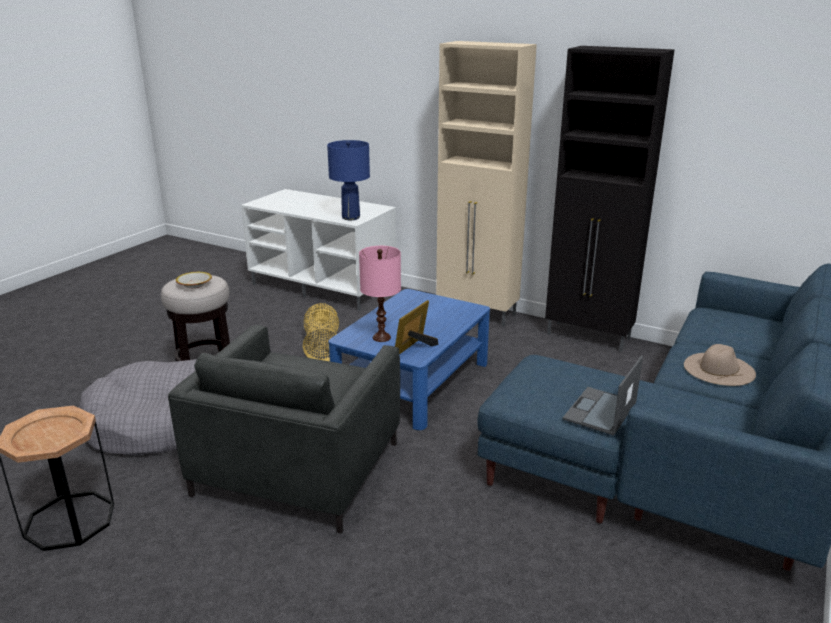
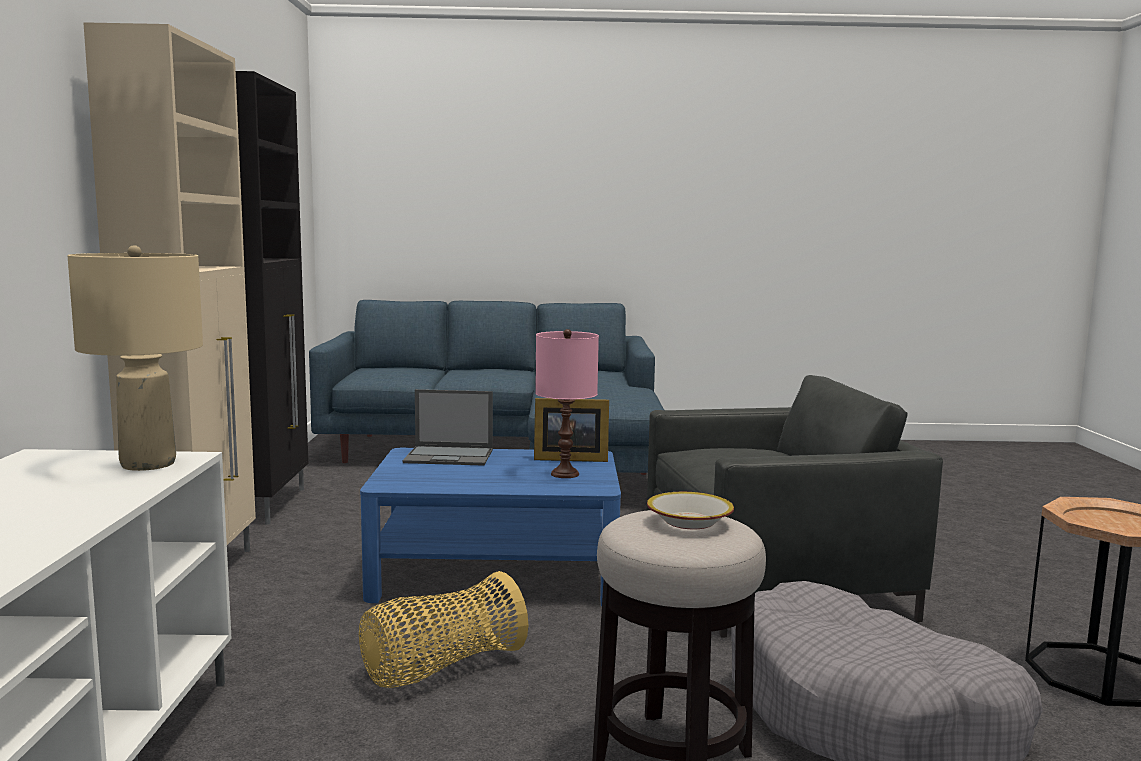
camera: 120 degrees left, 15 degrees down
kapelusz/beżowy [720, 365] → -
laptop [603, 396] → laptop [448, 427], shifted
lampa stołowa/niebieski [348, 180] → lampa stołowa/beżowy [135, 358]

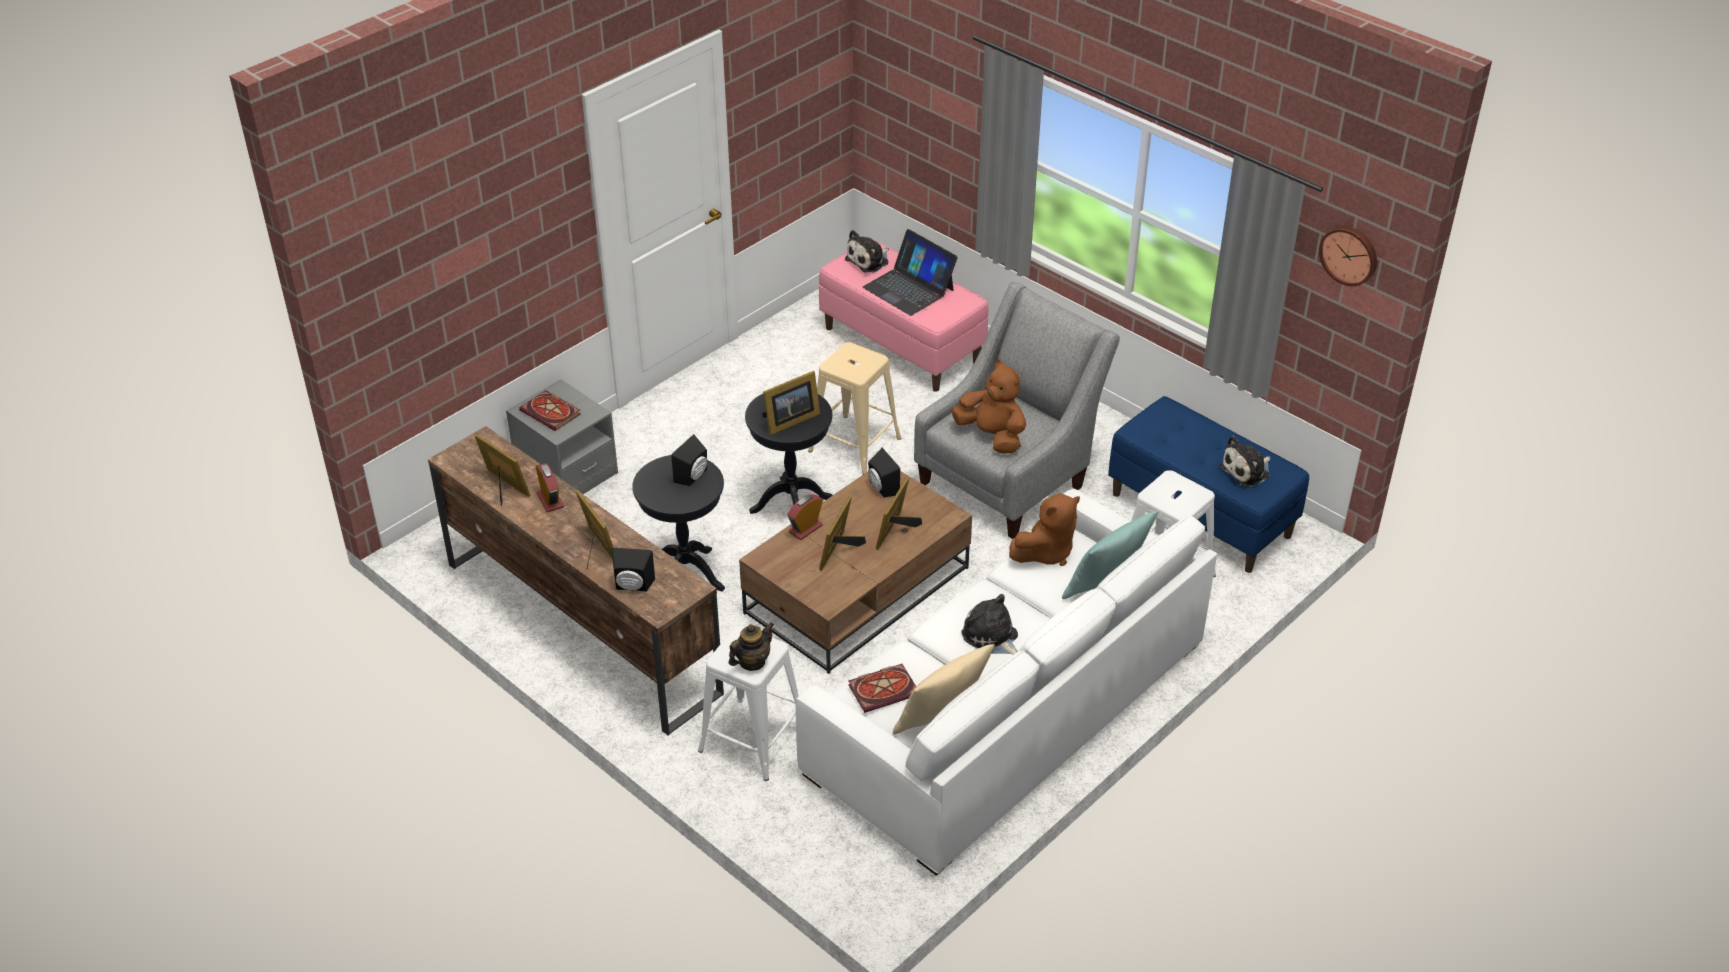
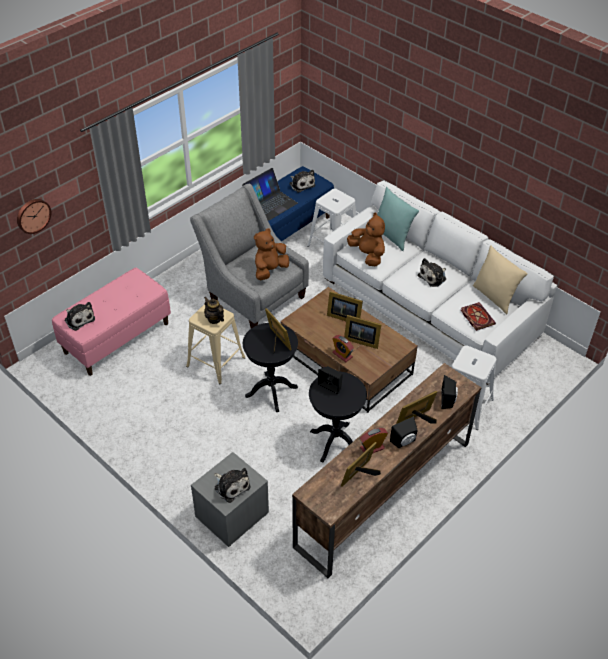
camera: 90 degrees left, 5 degrees up
imbryk [751, 647] → imbryk [214, 310], shifted
laptop [910, 272] → laptop [270, 194], shifted
głośnik/czarny [884, 473] → głośnik/czarny [404, 432], shifted
zegar ścienny [1348, 256] → zegar ścienny [34, 216], shifted
książka [550, 410] → pluszak [232, 485]

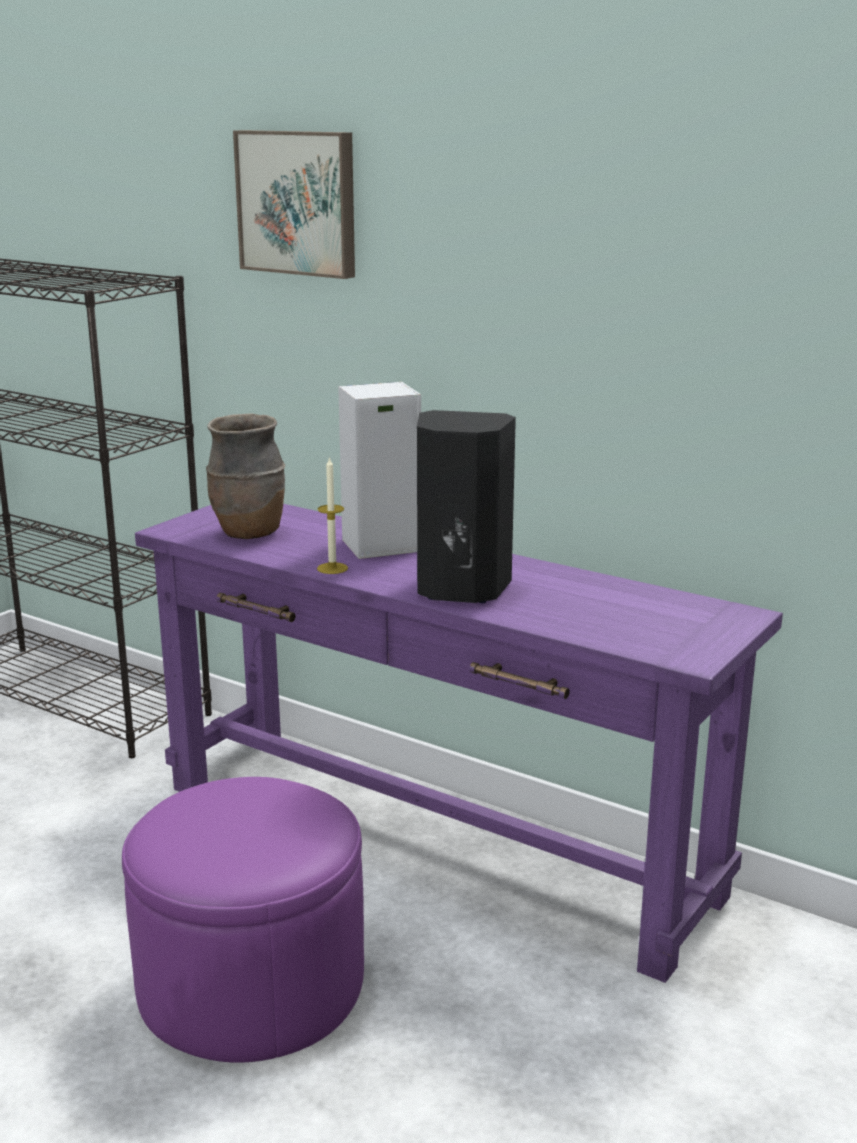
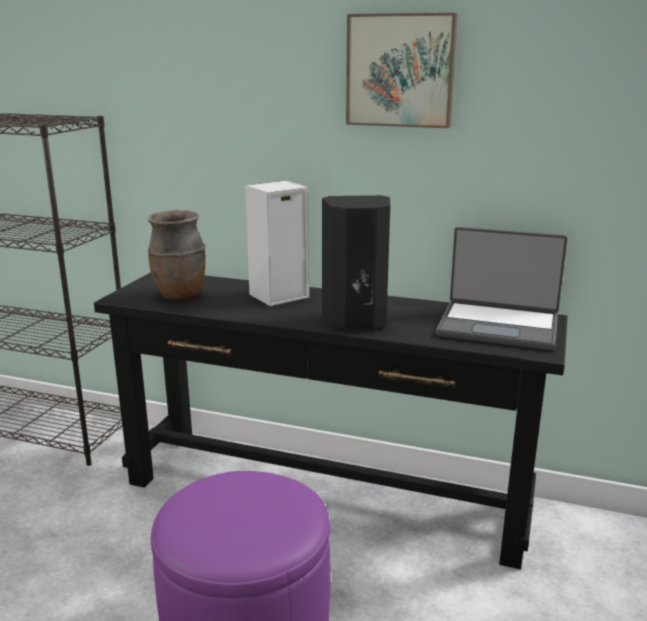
camera: 15 degrees left, 0 degrees up
świeca [332, 515] → -
- → laptop [502, 288]
obraz [294, 204] → obraz [402, 70], shifted
stolik konsolowy/fioletowy [459, 743] → stolik konsolowy/czarny [331, 420]

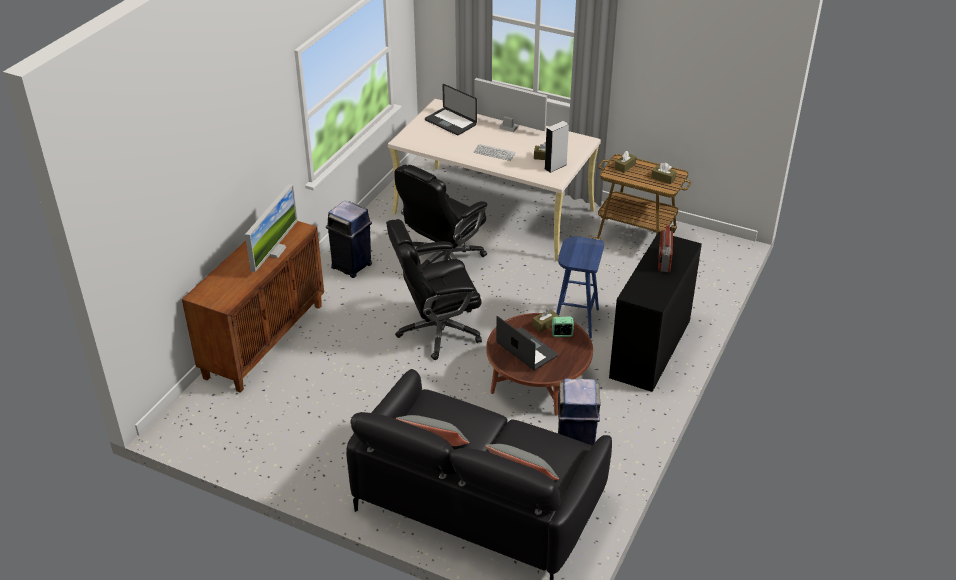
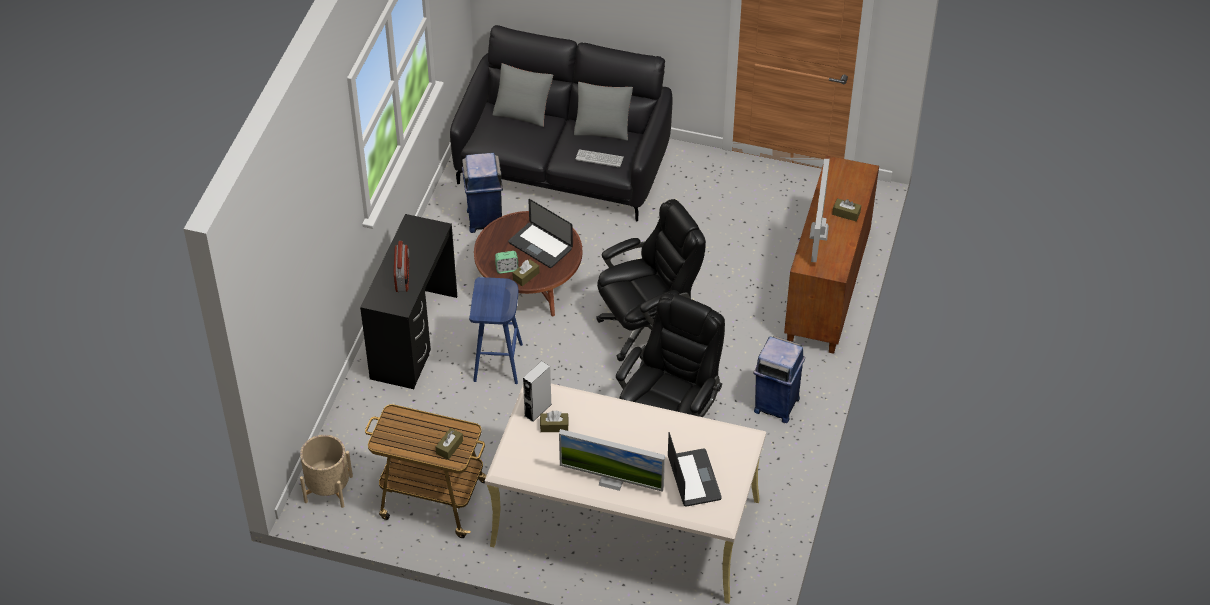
camera: 170 degrees right, 10 degrees up
- → donica/beżowy [326, 471]
klawiatura [495, 152] → klawiatura [599, 158], shifted
pudełko chusteczek/brązowy [663, 173] → pudełko chusteczek/brązowy [846, 209], shifted
laptop [451, 109] → laptop [695, 469], 45 degrees clockwise

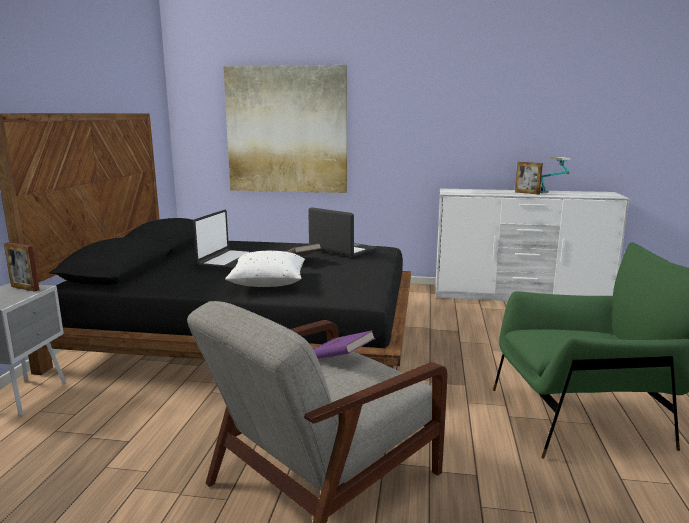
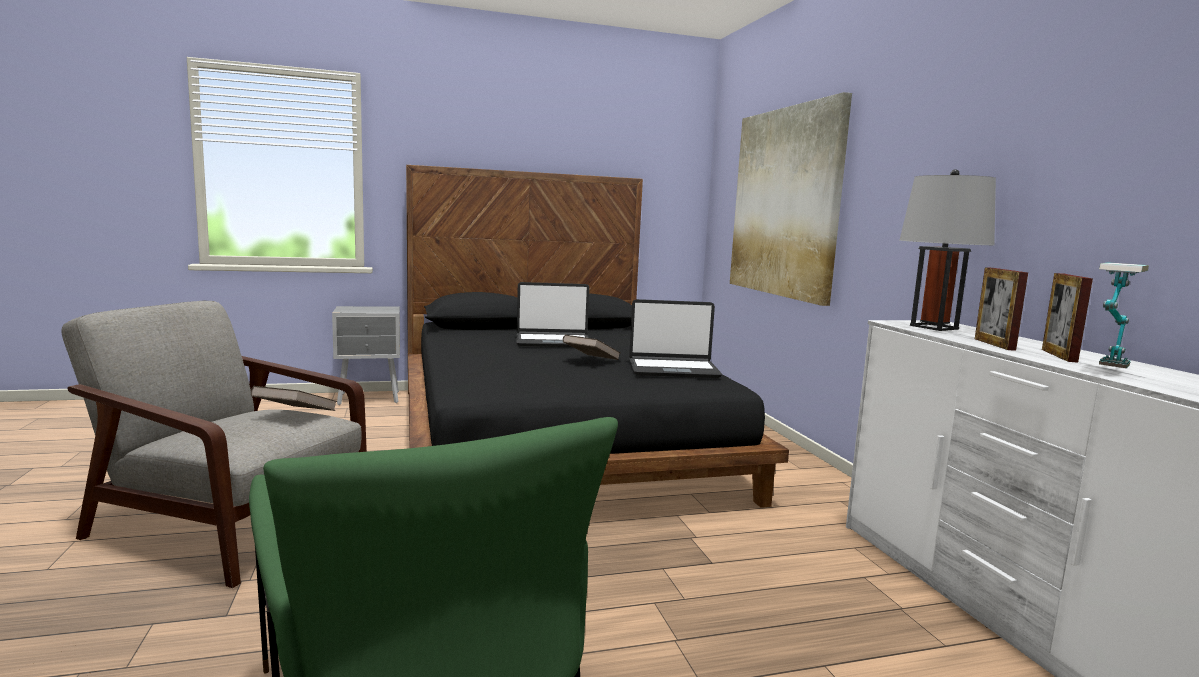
camera: 65 degrees right, 5 degrees down
poduszka/biały [265, 269] → -
- → lampa stołowa/szary [948, 250]
ramka na zdjęcie [21, 267] → ramka na zdjęcie [1001, 309], shifted
książka/fioletowy [344, 344] → książka/brązowy [294, 398]
laptop [342, 232] → laptop [675, 338], 75 degrees clockwise

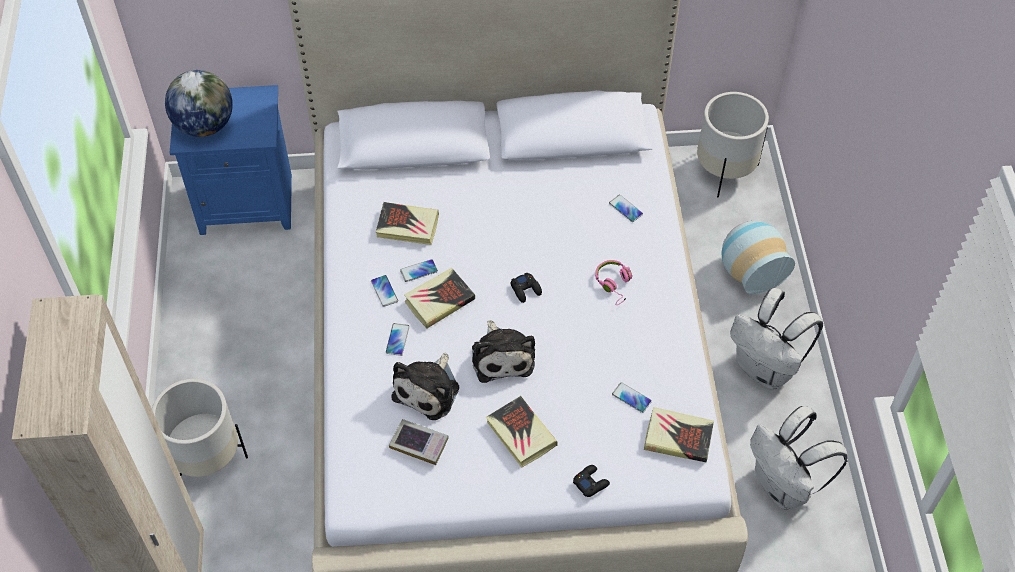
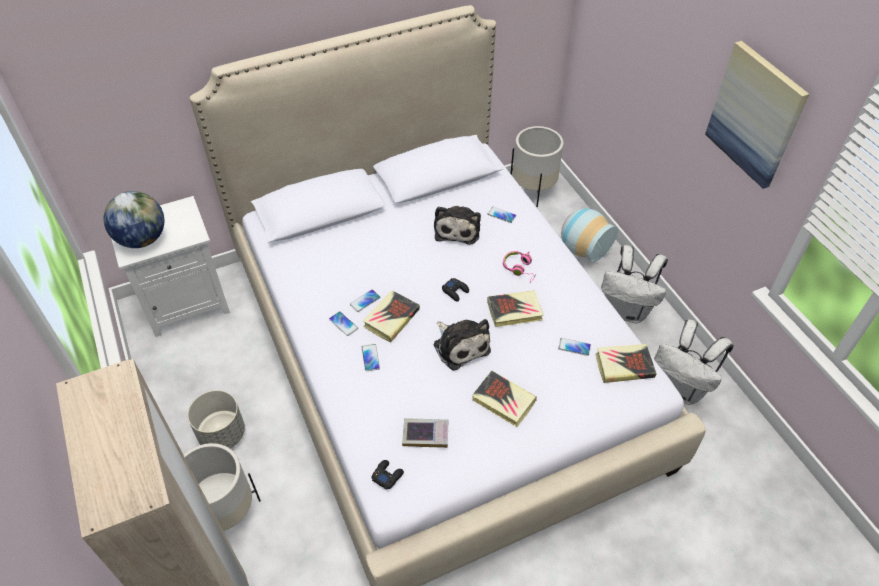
camera: 20 degrees left, 5 degrees down
- → donica/szary [216, 419]
- → obraz [757, 115]
książka [407, 223] → książka [515, 308], shifted
pluszak [425, 386] → pluszak [457, 225], shifted
pad do gier/czarny [591, 481] → pad do gier/czarny [388, 475], shifted
szafka nocna/niebieski [231, 160] → szafka nocna/biały [170, 266]

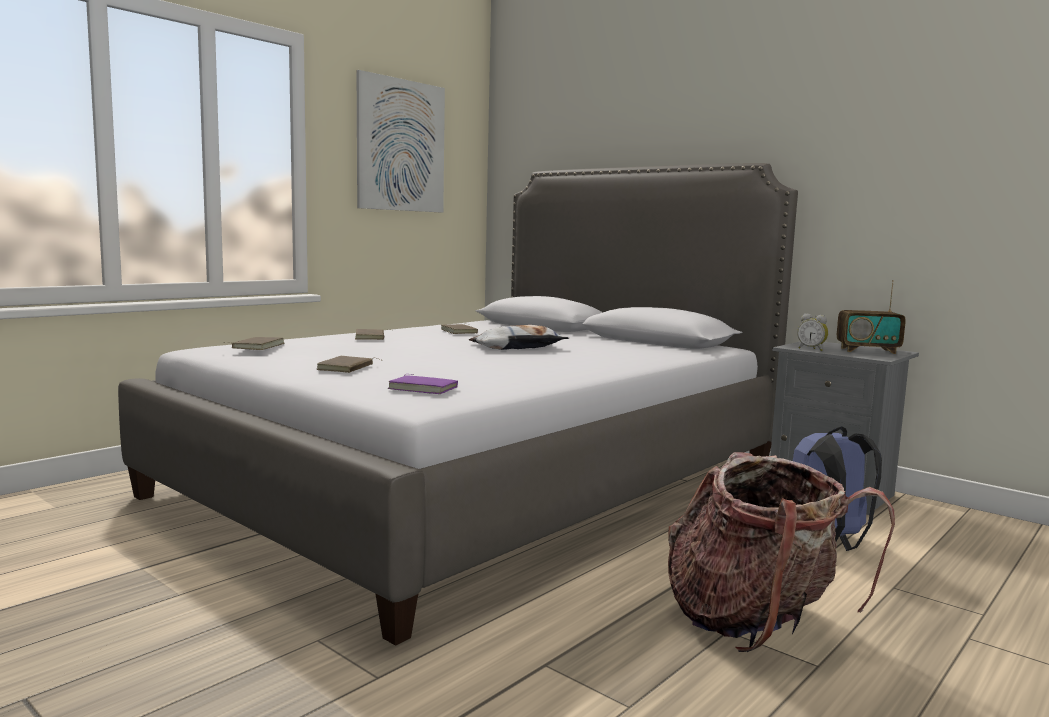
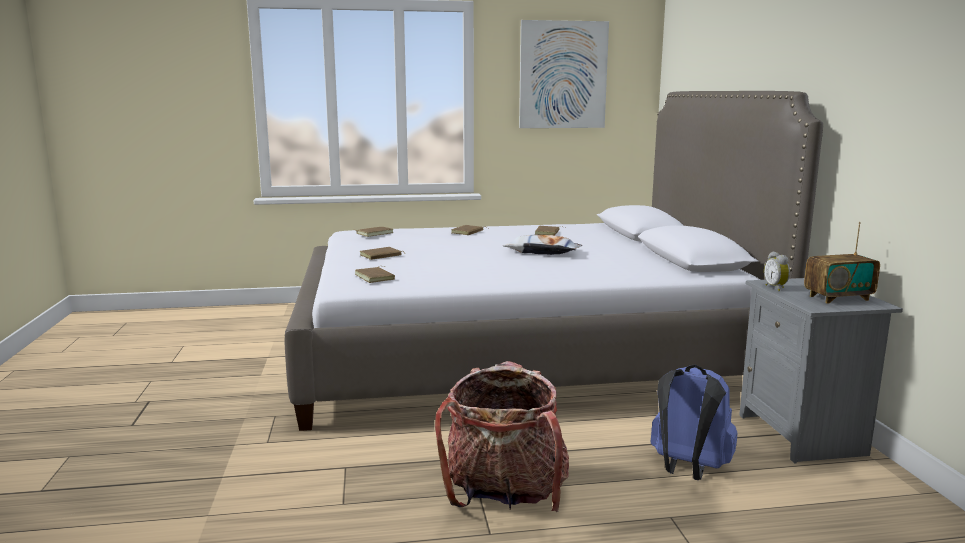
camera: 40 degrees right, 5 degrees up
książka/fioletowy [423, 384] → książka/brązowy [375, 274]
radio [871, 317] → radio [842, 263], 60 degrees counterclockwise

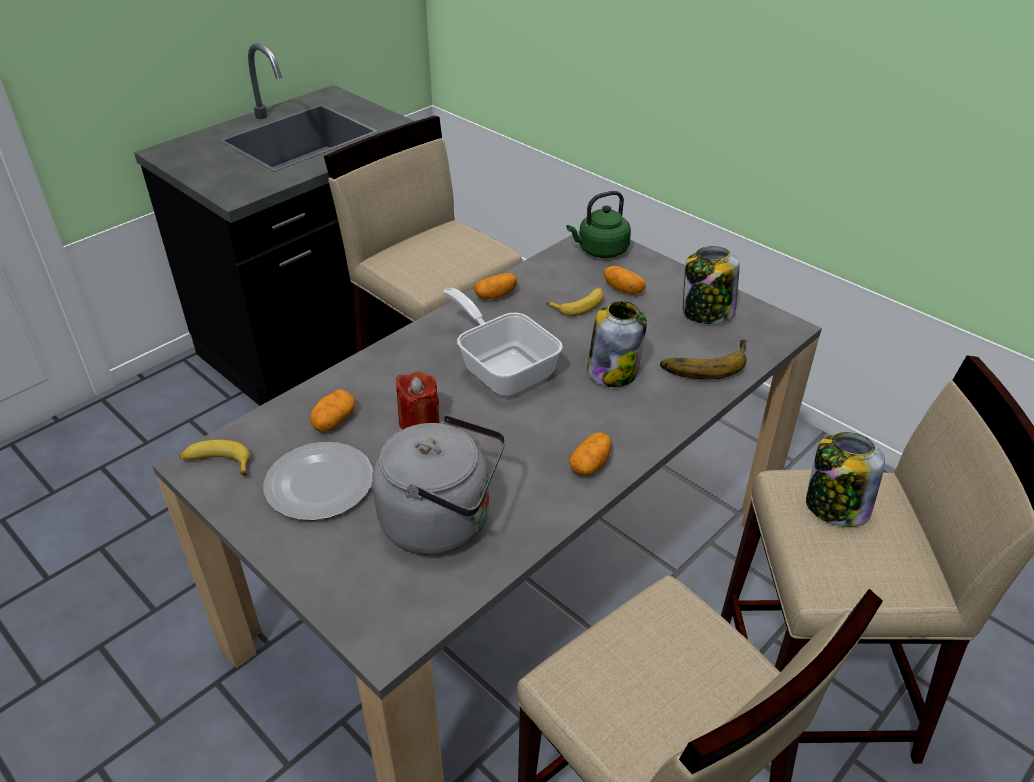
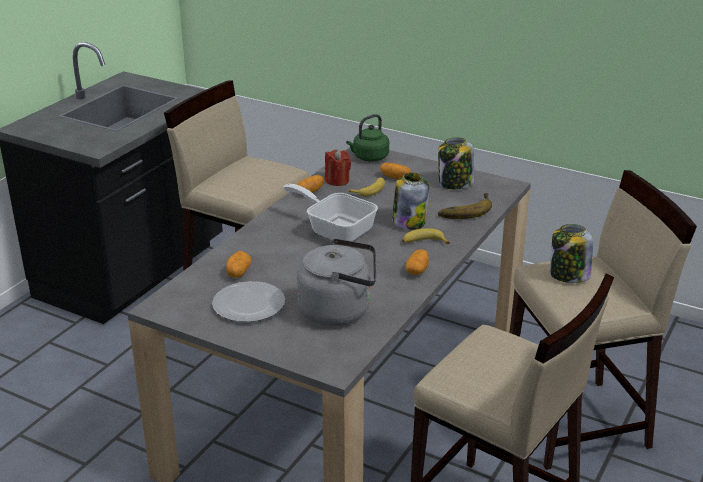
camera: 15 degrees left, 10 degrees down
banan [214, 458] → banan [426, 236], shifted
świeca/czerwony [418, 400] → świeca/czerwony [338, 167], shifted

